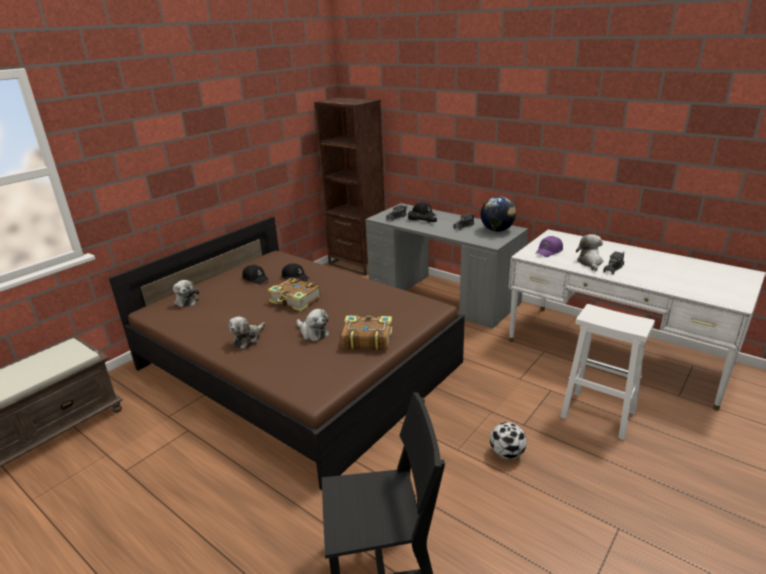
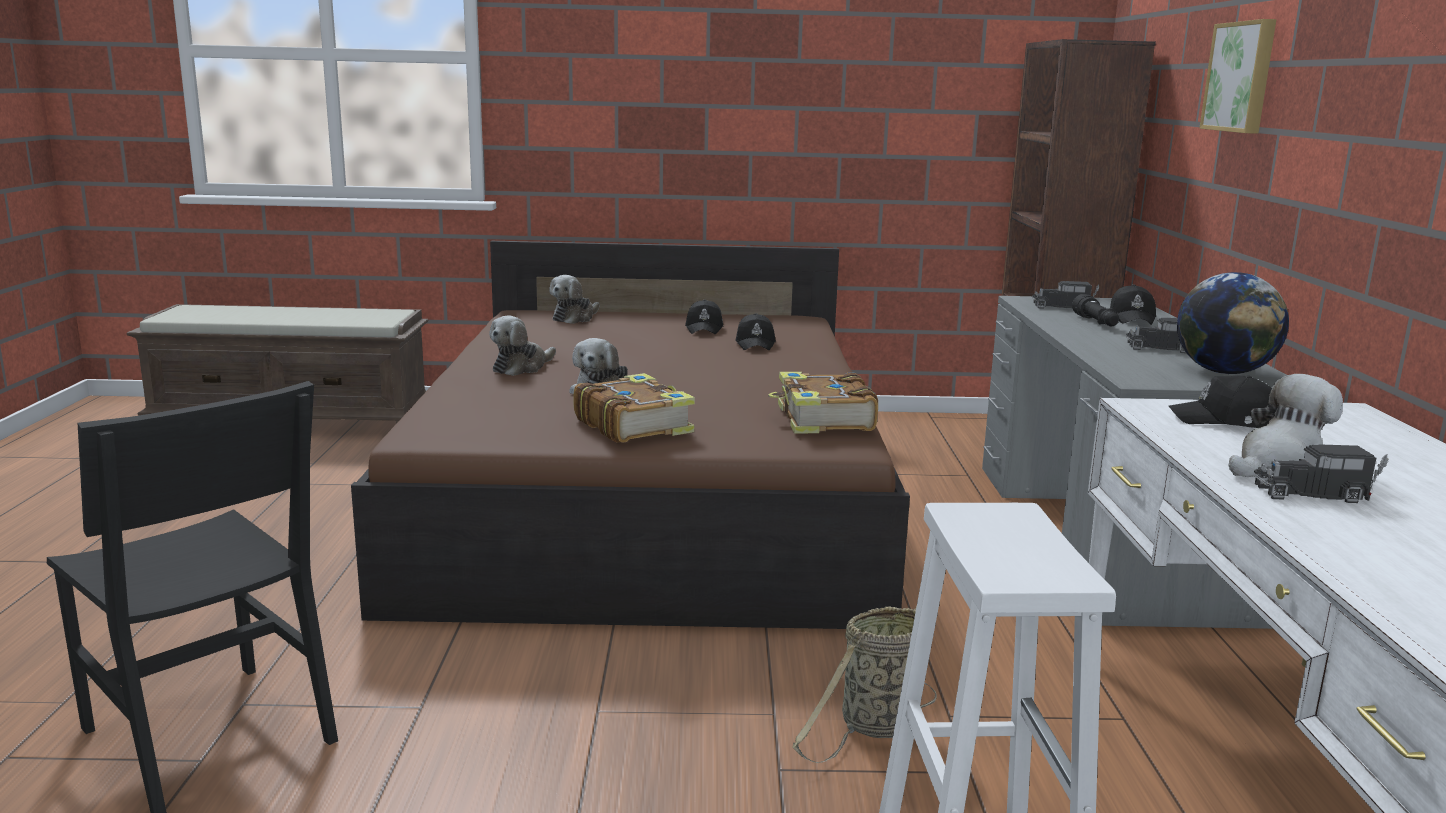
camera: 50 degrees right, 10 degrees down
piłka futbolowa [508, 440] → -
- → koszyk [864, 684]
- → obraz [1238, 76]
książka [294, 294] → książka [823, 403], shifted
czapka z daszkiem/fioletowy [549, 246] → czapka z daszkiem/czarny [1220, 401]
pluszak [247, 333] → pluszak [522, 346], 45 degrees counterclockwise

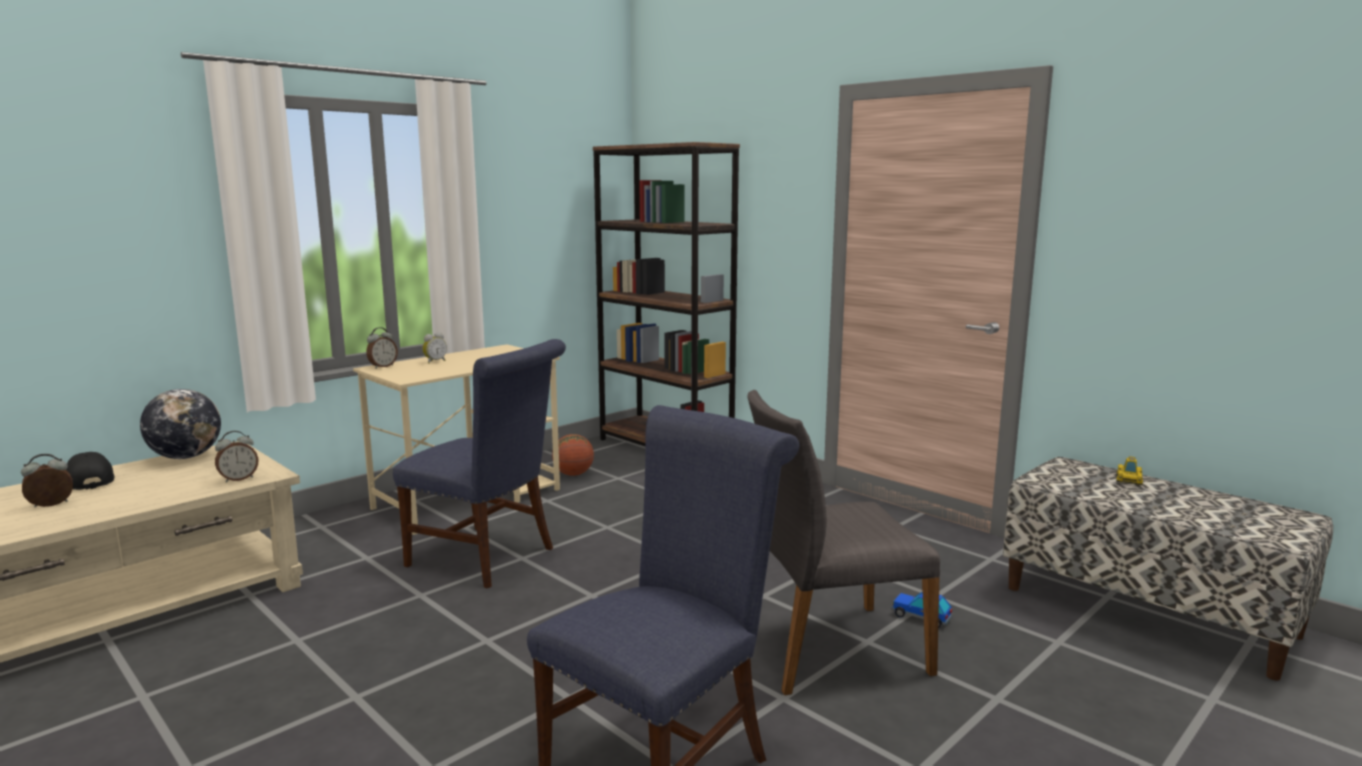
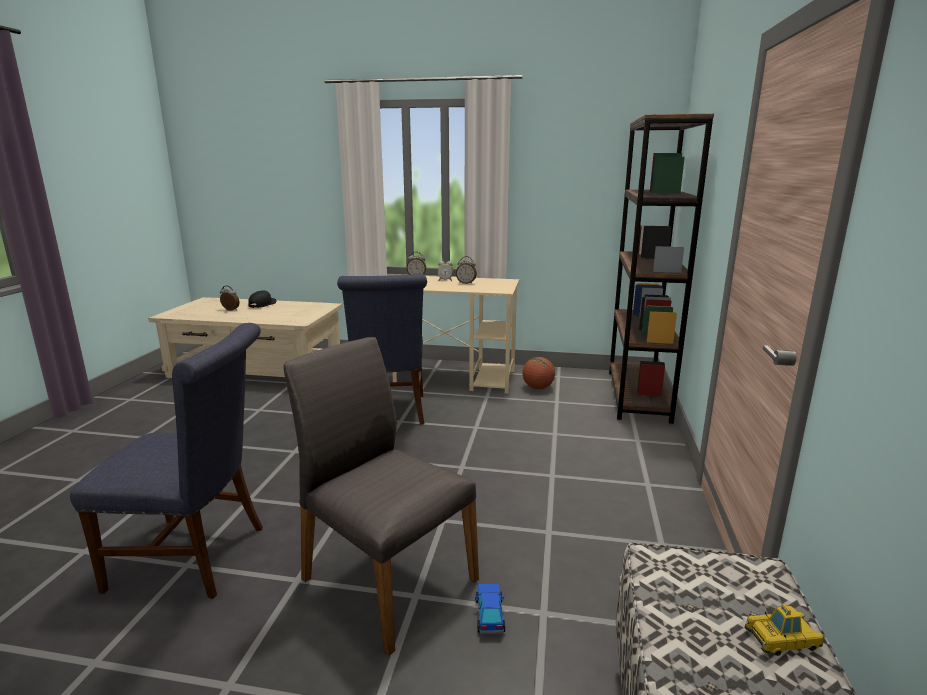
camera: 55 degrees right, 5 degrees up
globus [180, 424] → -
budzik [236, 457] → budzik [466, 270], shifted

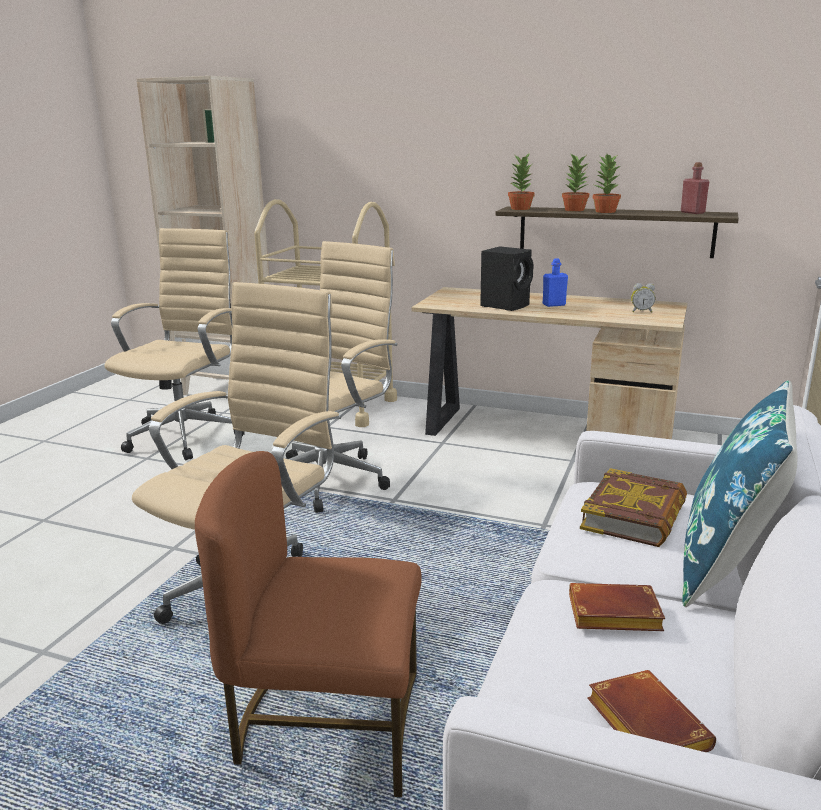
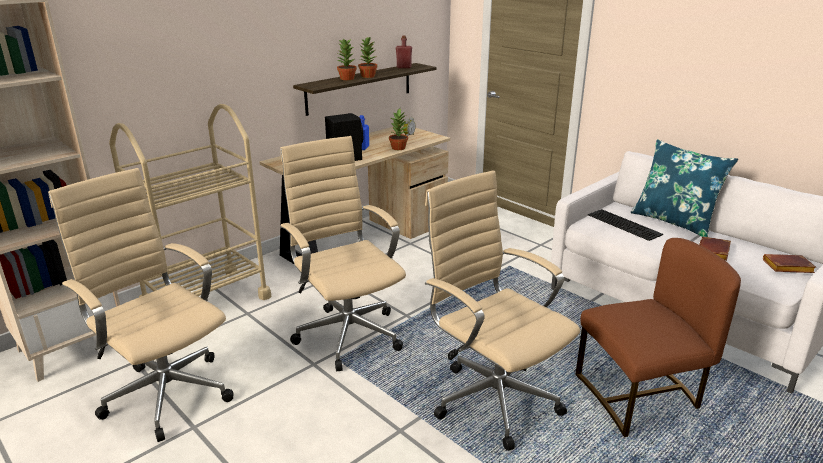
camera: 65 degrees left, 5 degrees up
roślina doniczkowa [521, 181] → roślina doniczkowa [398, 129], shifted
książka [633, 507] → klawiatura [625, 225]
krzesło/brązowy [308, 624] → krzesło/brązowy [658, 337], 135 degrees counterclockwise

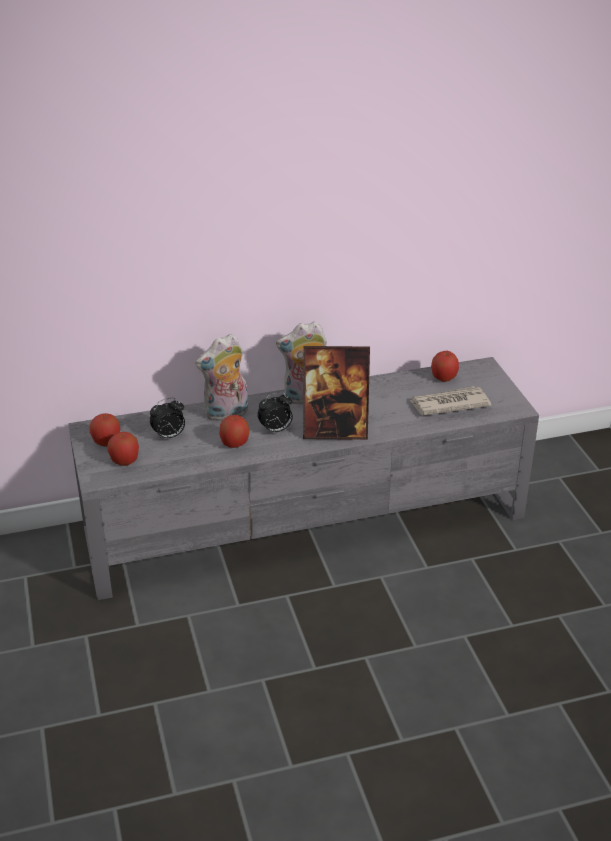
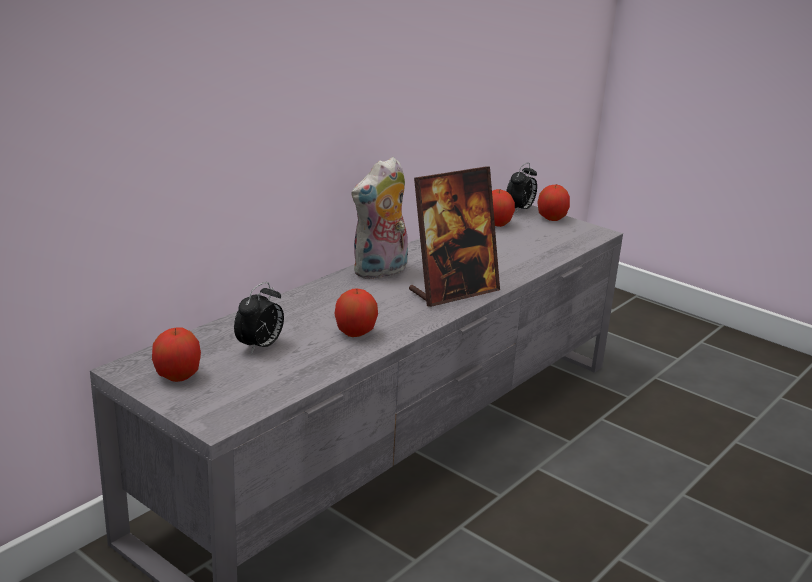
camera: 35 degrees left, 10 degrees down
pluszak [221, 378] → -
gazeta [450, 401] → -
jabłko [123, 449] → jabłko [554, 202], shifted
budzik [275, 413] → budzik [521, 188], shifted

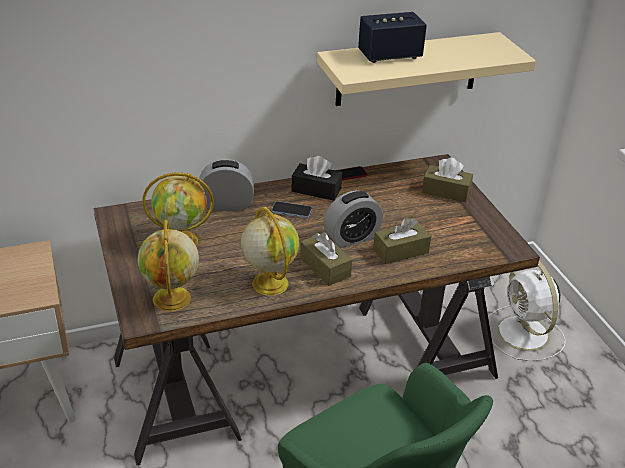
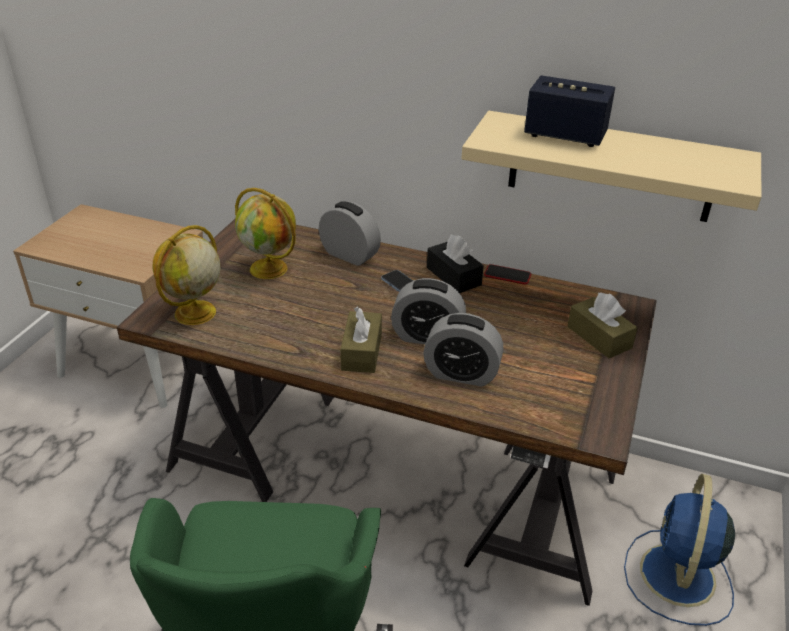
camera: 40 degrees right, 0 degrees up
globus [270, 251] → -
pudełko chusteczek/brązowy [402, 240] → budzik [463, 350]
wentylator/biały [527, 311] → wentylator/niebieski [679, 550]

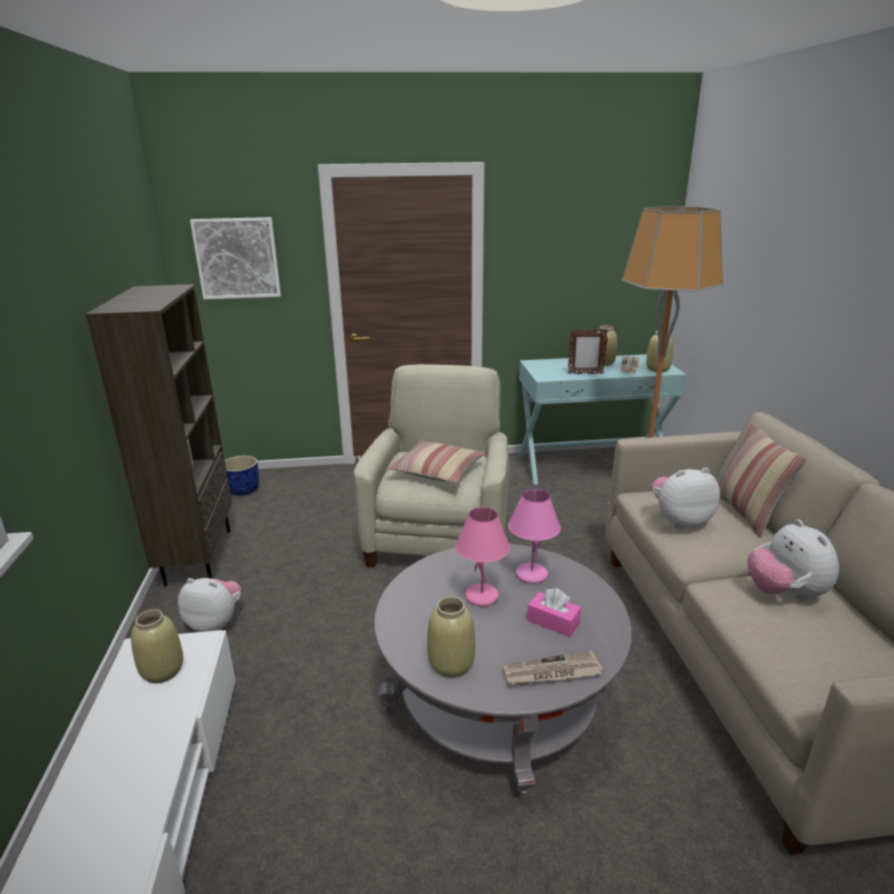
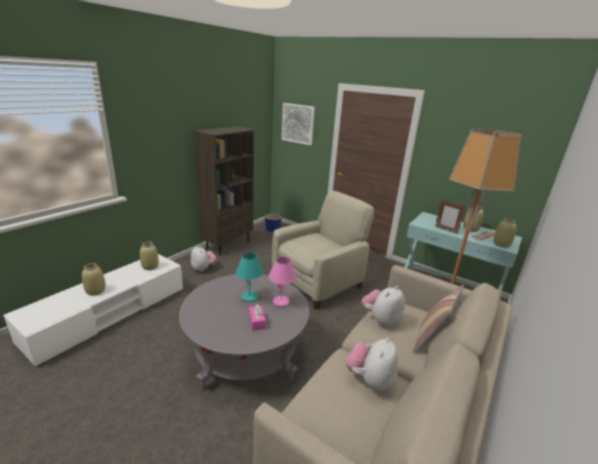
camera: 40 degrees right, 0 degrees up
poduszka [436, 462] → -
gazeta [553, 668] → -
wazon/beżowy [451, 637] → wazon/beżowy [94, 279], shifted
lampa stołowa/różowy [482, 557] → lampa stołowa/turkusowy [249, 277]
pluszak [686, 498] → pluszak [383, 306], 75 degrees counterclockwise

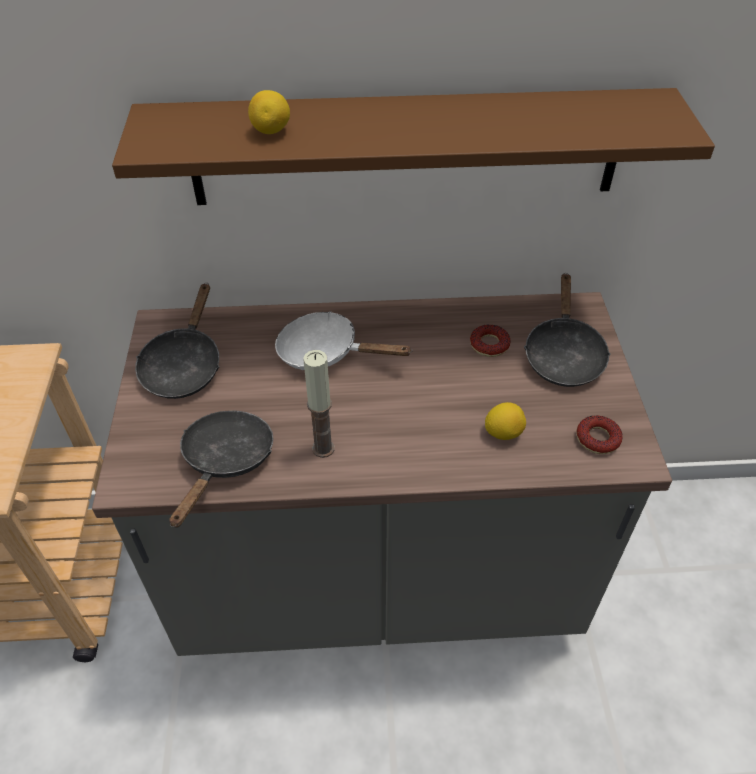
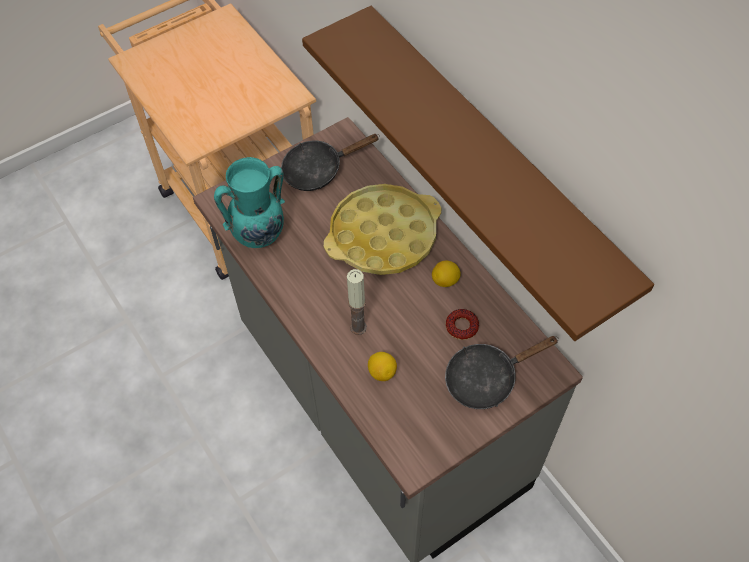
camera: 60 degrees right, 10 degrees up
donut [600, 434] → -
cytryna [269, 112] → cytryna [446, 273], shifted
świeca [319, 404] → świeca [357, 302], shifted
patelnia/czarny [221, 469] → wazon/turkusowy [249, 202]
patelnia/biały [344, 340] → taca/żółty [382, 229]

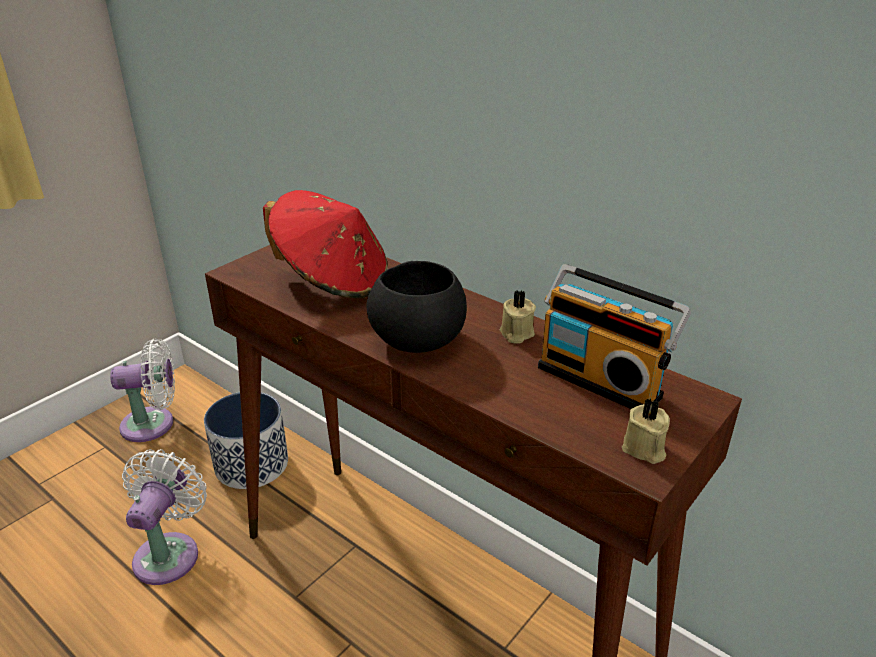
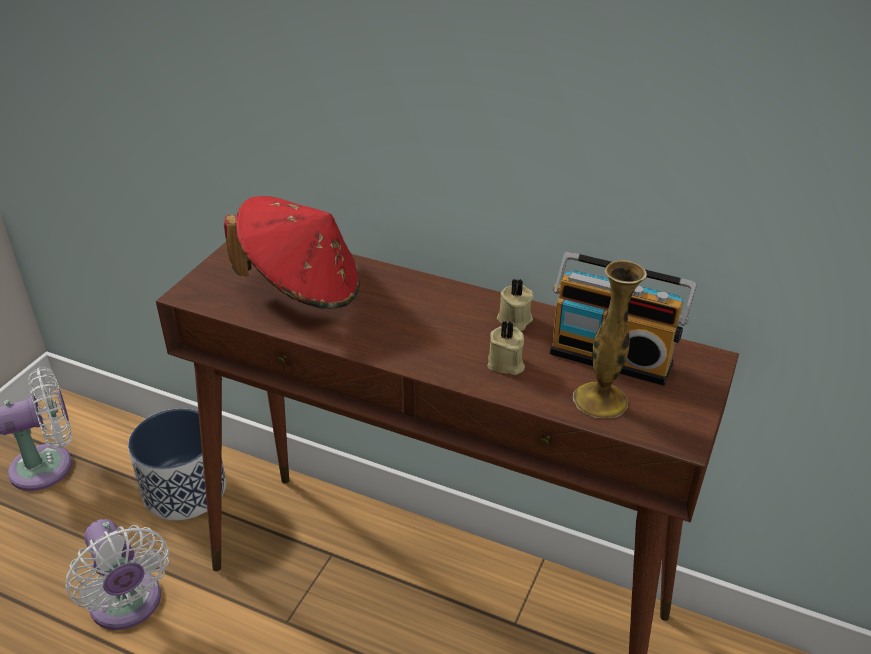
camera: 15 degrees left, 5 degrees up
miska/czarny [417, 307] → -
- → wazon [610, 339]
świeca/beżowy [646, 431] → świeca/beżowy [506, 348], shifted
wentylator/biały [164, 517] → wentylator/biały [117, 574], 150 degrees clockwise

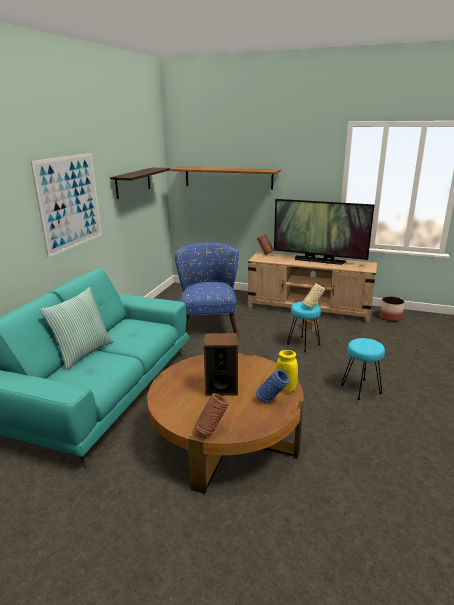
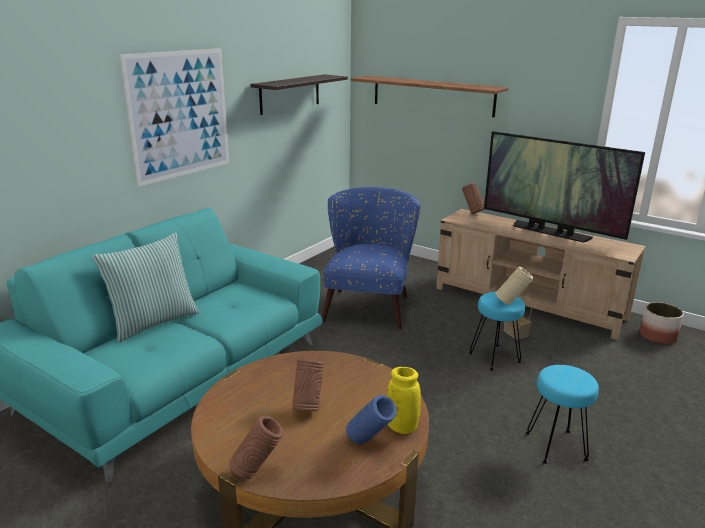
camera: 15 degrees right, 0 degrees up
głośnik [221, 364] → wazon/brązowy [308, 385]

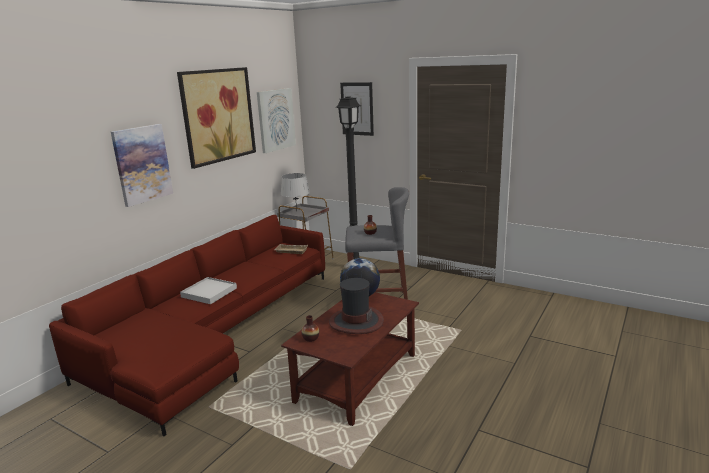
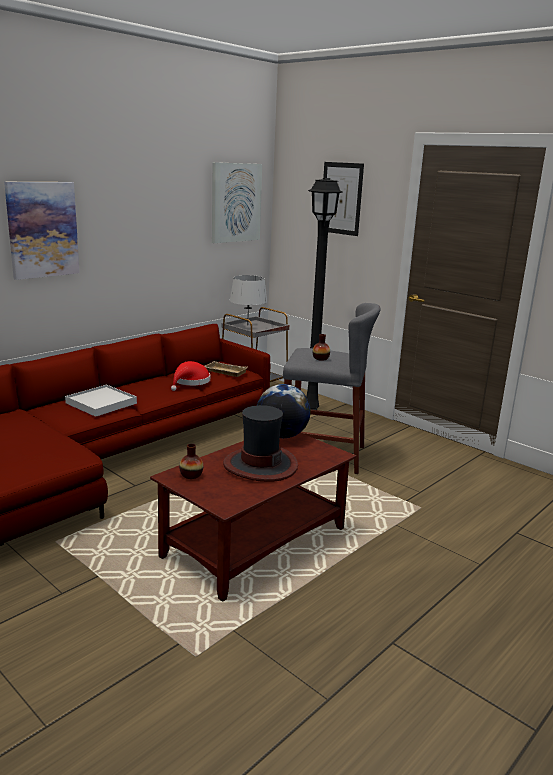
camera: 10 degrees right, 0 degrees up
obraz [216, 118] → -
- → kapelusz/czerwony [190, 376]

